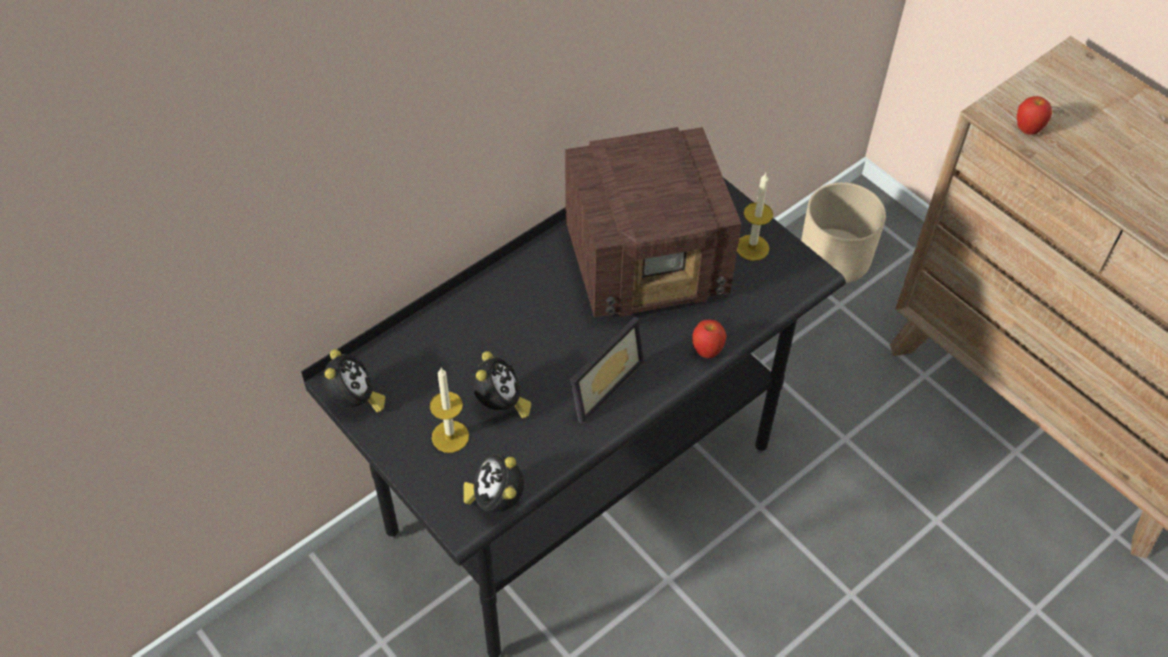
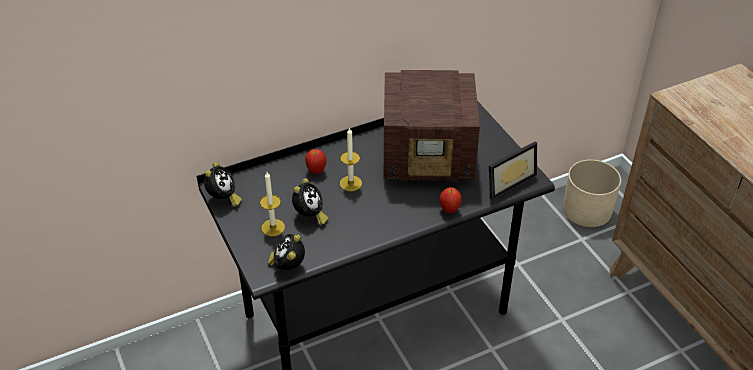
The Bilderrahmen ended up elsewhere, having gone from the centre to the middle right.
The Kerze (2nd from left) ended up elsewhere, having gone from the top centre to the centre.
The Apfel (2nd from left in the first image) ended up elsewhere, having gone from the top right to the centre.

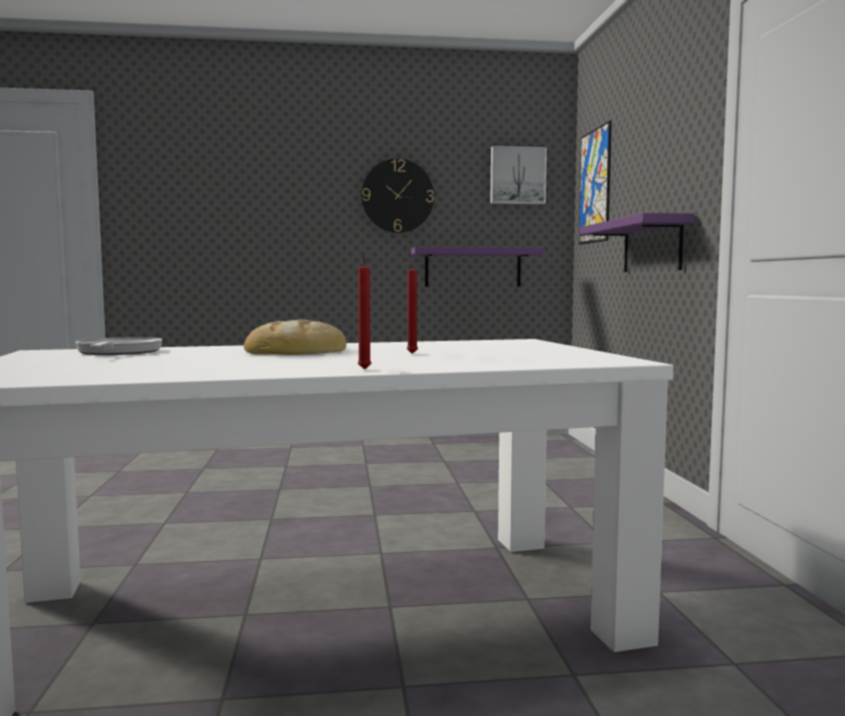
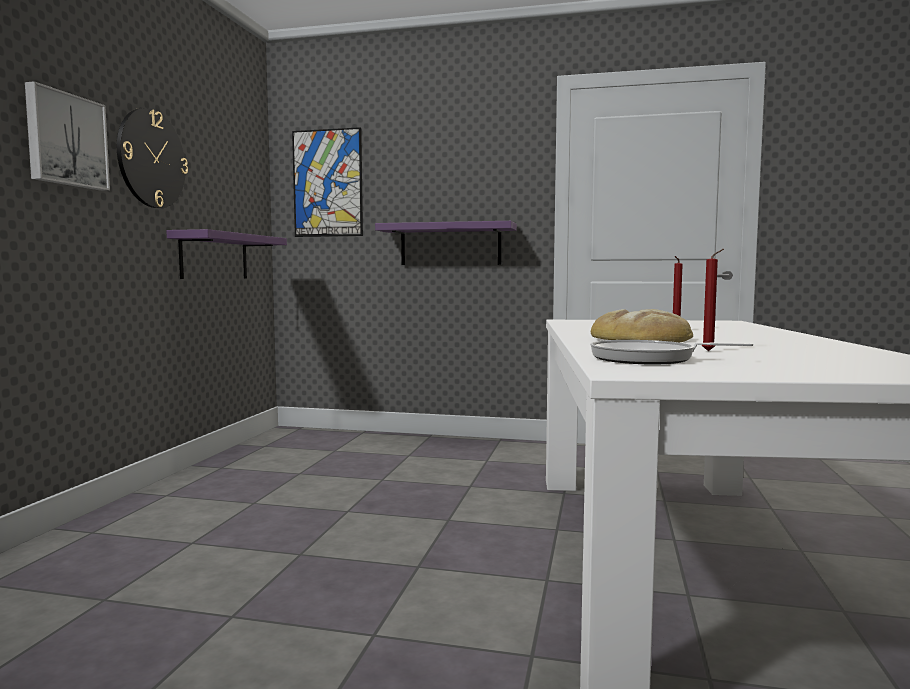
The Kerze [rot] (1st from left in the first image) ended up elsewhere, having gone from the centre to the middle right.
The Bild (1st from left) ended up elsewhere, having gone from the top centre to the top left.

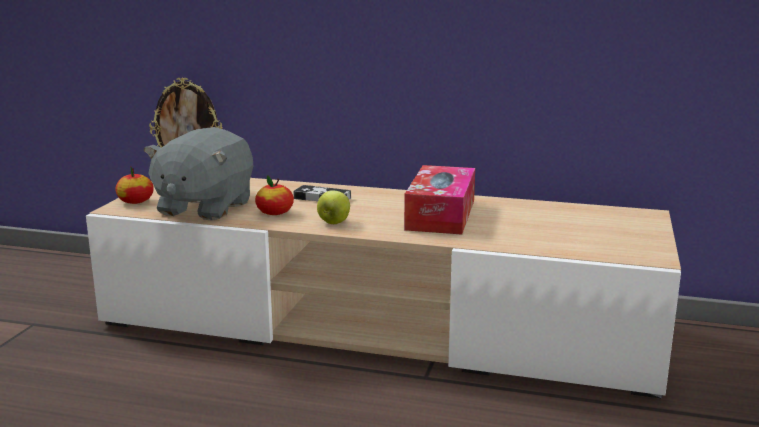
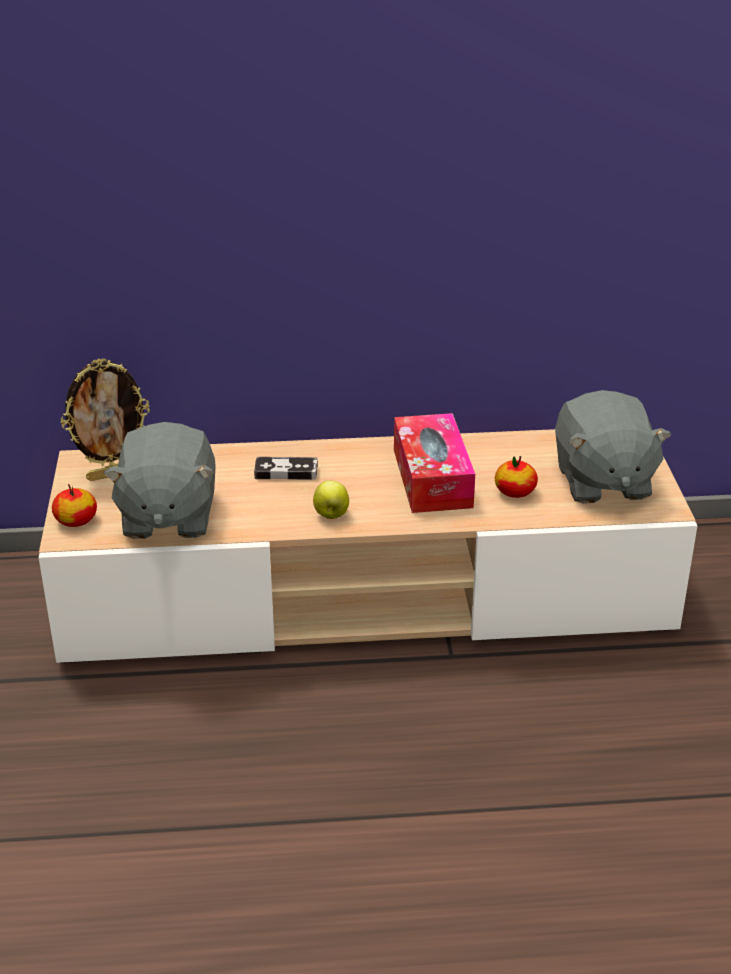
The second view gained the Plüschtier [grau] (2nd from left) at the middle right.
The Apfel (2nd from left in the first image) ended up elsewhere, having gone from the centre to the middle right.

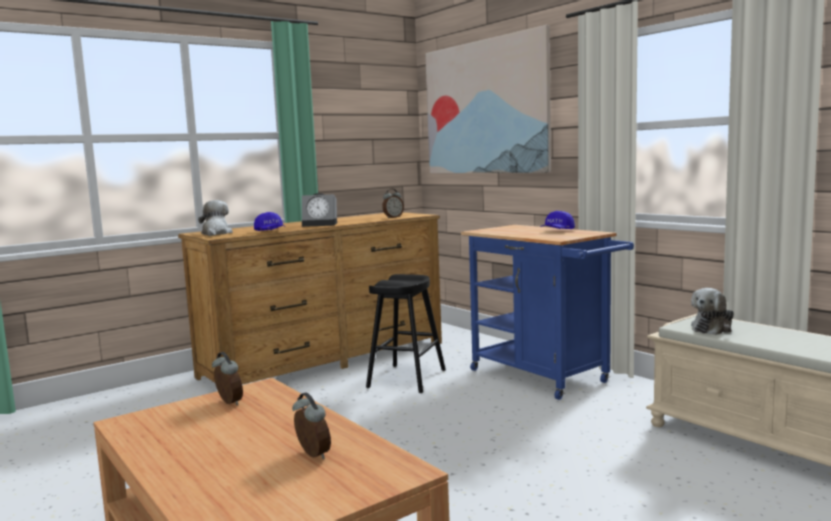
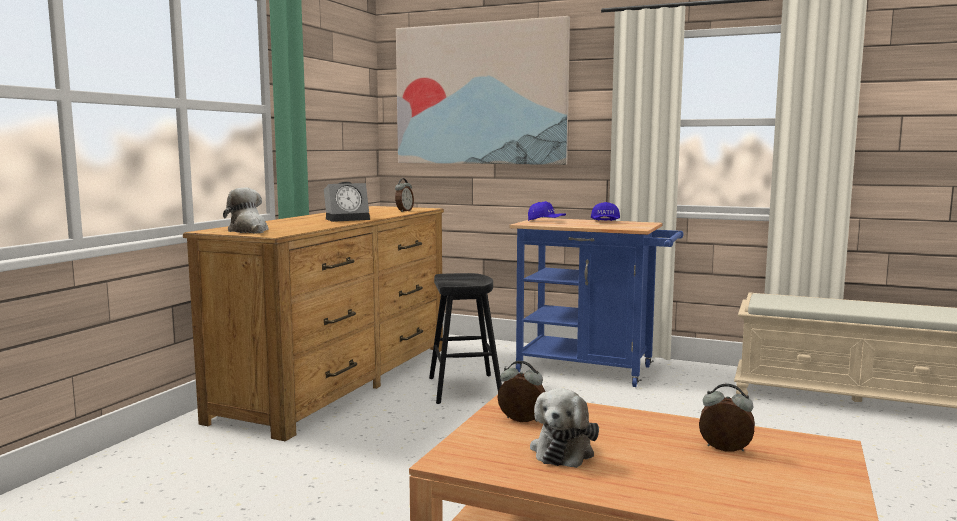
The Kappe [blau] (1st from left) ended up elsewhere, having gone from the middle left to the centre.
The Plüschtier (2nd from left) ended up elsewhere, having gone from the middle right to the bottom centre.

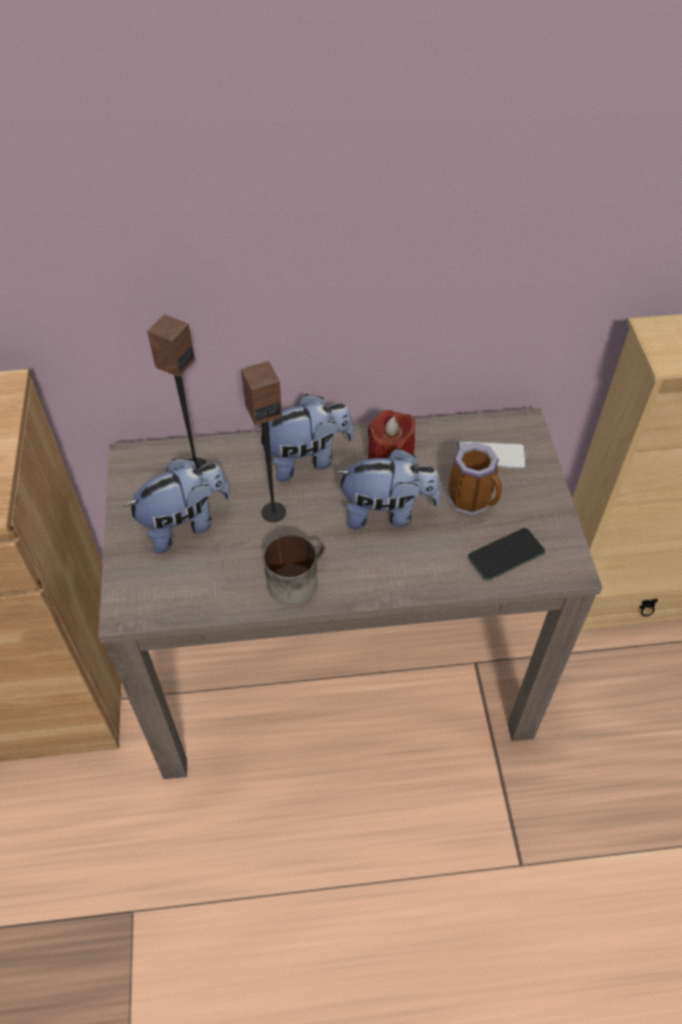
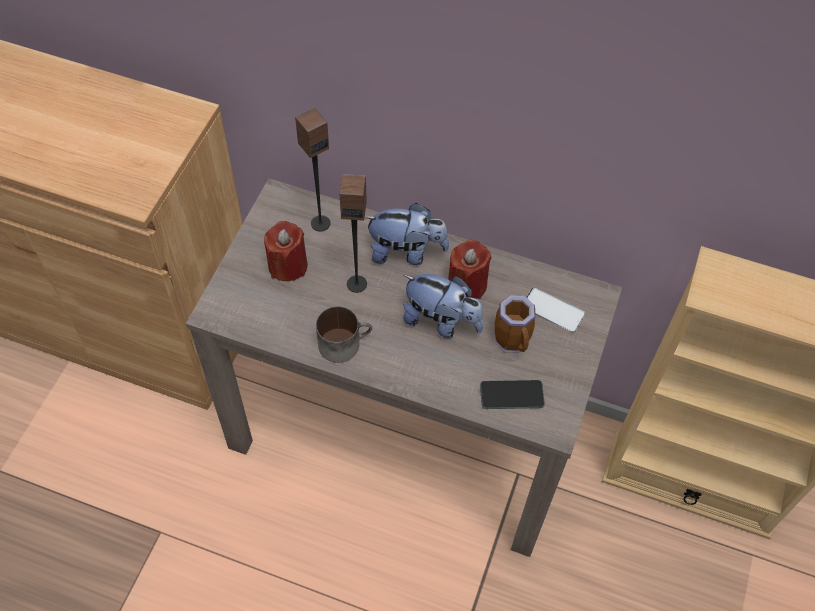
Where the Plüschtier (1st from left) stood at the middle left, the Kerze [rot] (1st from left) came to stand at the centre.

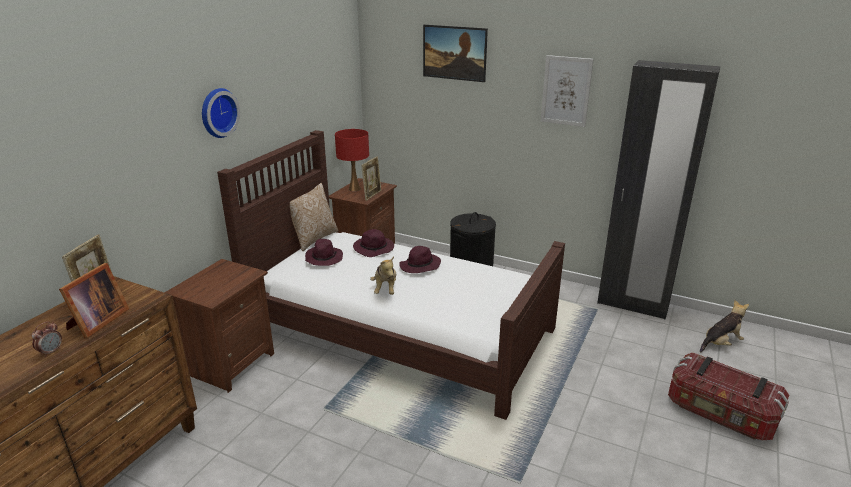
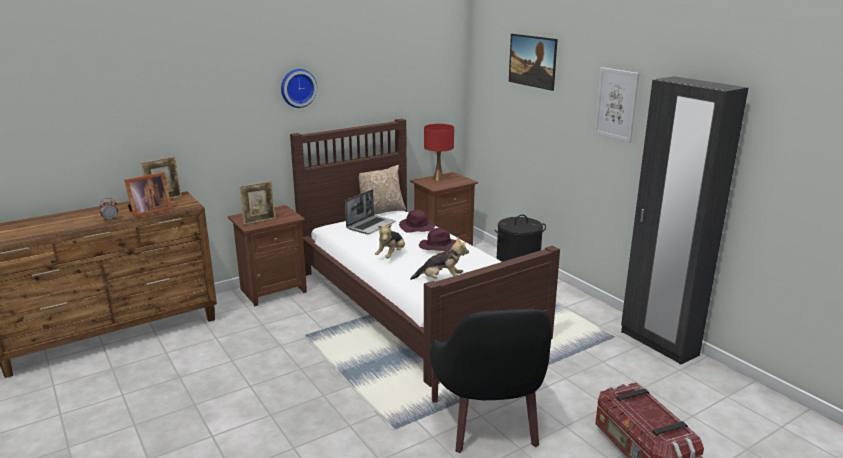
The second view gained the Sessel [schwarz] at the bottom centre.
The Bilderrahmen (3rd from left) ended up elsewhere, having gone from the centre to the middle left.
The Plüschtier (2nd from left) ended up elsewhere, having gone from the bottom right to the centre.
Where the Hut [lila] (1st from left) stood at the centre, the Laptop came to stand at the centre.

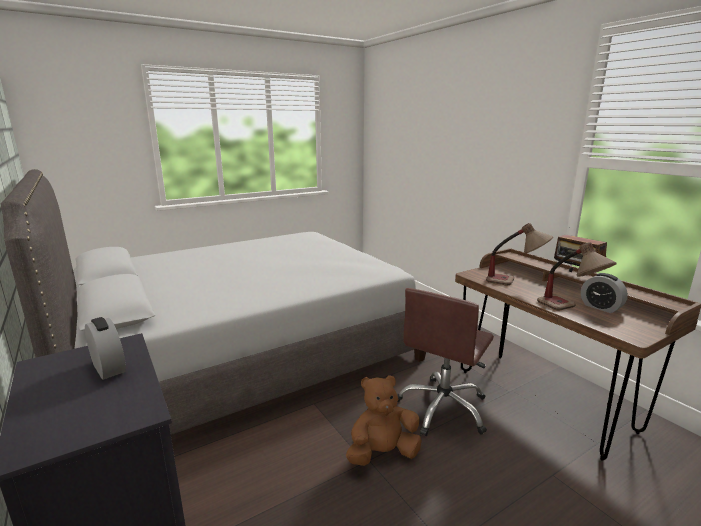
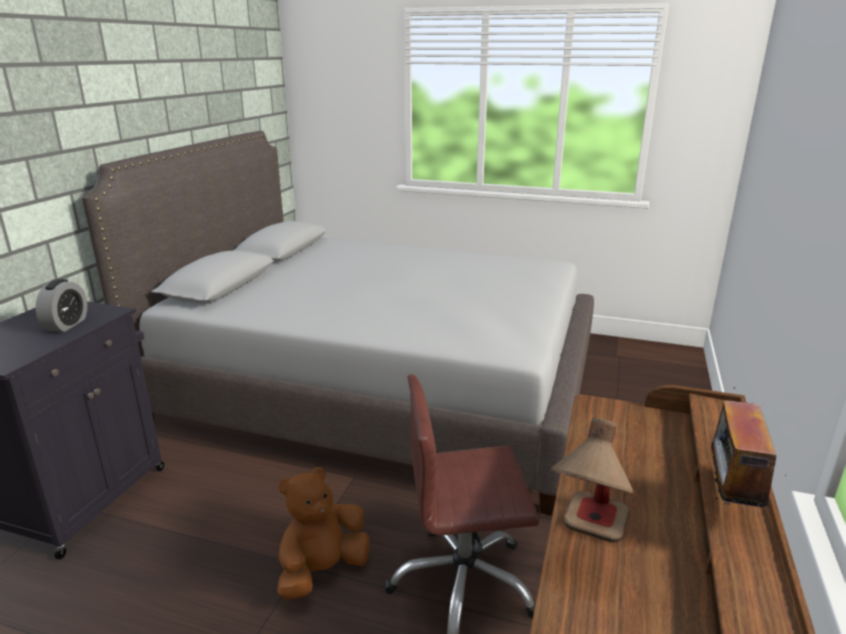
The second view lost the Tischlampe (1st from left) at the middle right.
The second view lost the Wecker (2nd from left) at the middle right.
The Plüschtier [braun] at the bottom centre ended up facing another way, 75 degrees counterclockwise from before.

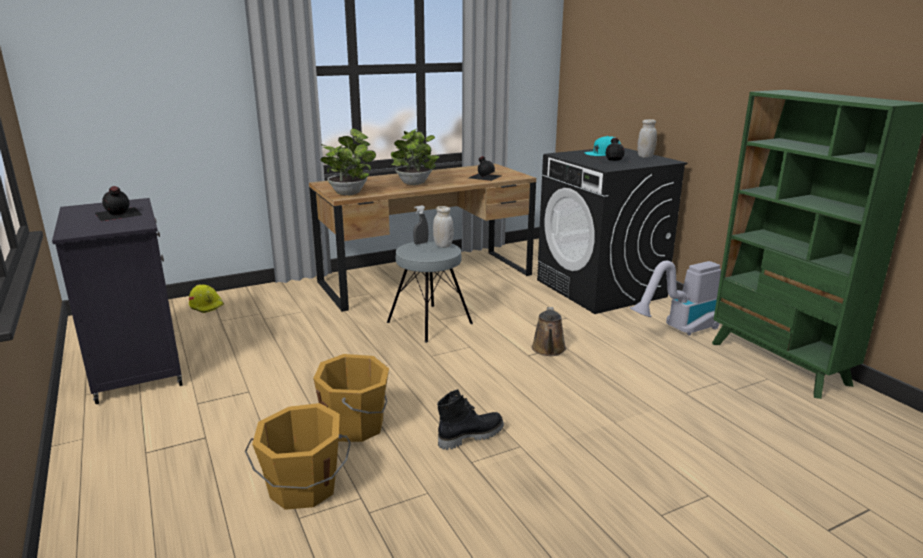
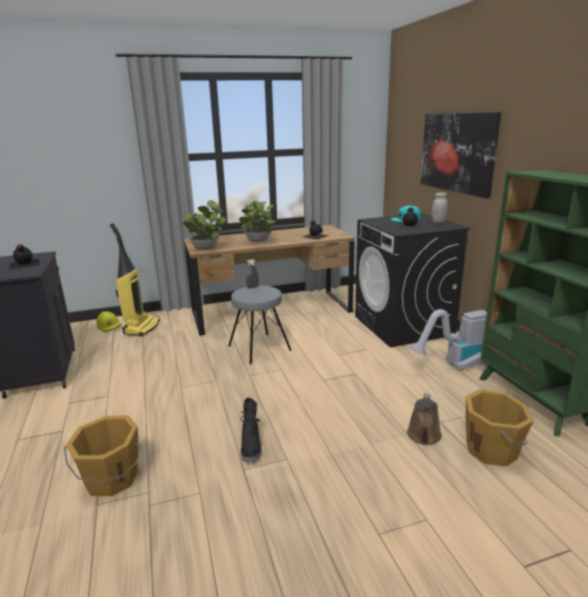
The second view lost the Vorratsglas [weiß] (1st from left) at the centre.
The second view gained the Staubsauger (1st from left) at the middle left.
The second view gained the Bild at the top right.
The Eimer [orange] (2nd from left) ended up elsewhere, having gone from the bottom centre to the bottom right.
The Gießkanne [braun] ended up elsewhere, having gone from the centre to the bottom right.
The Stiefel [schwarz] at the bottom centre ended up facing another way, 105 degrees clockwise from before.

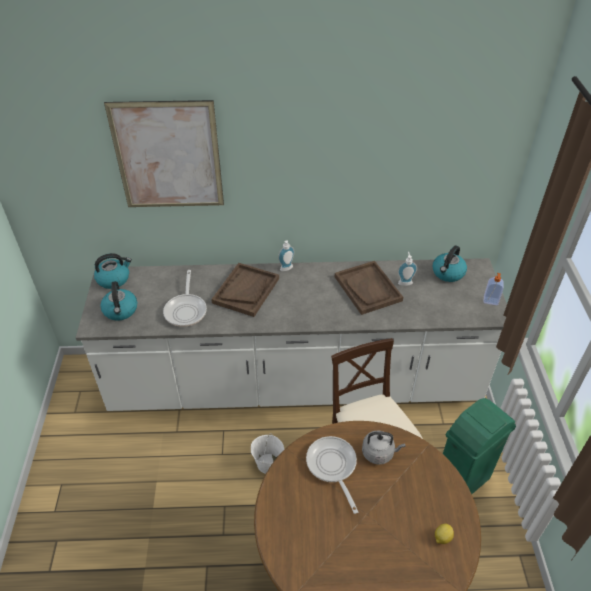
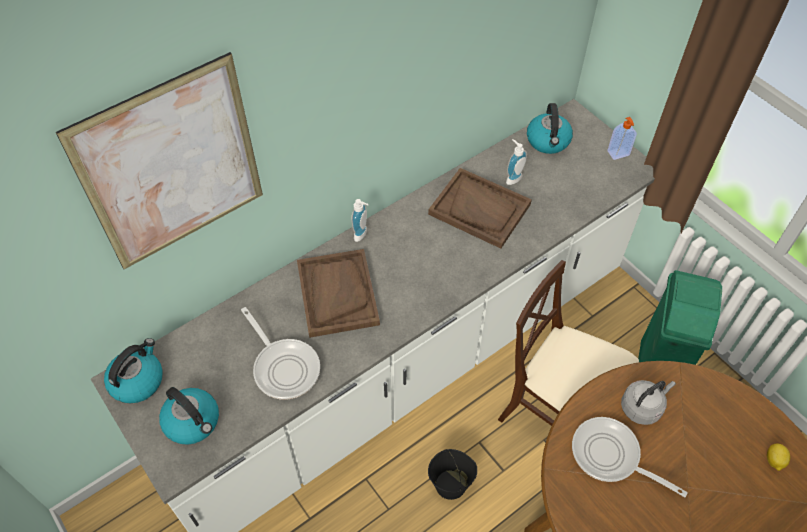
What was the Eimer [weiß] at the bottom centre turned into the Eimer [schwarz] at the bottom centre.

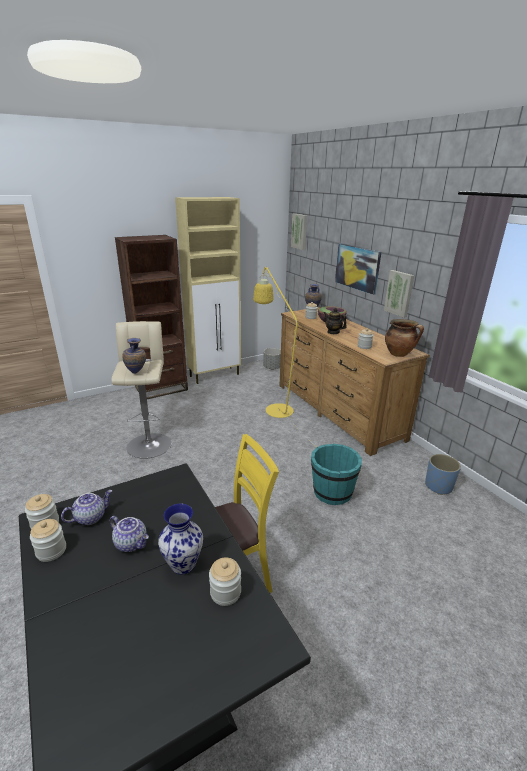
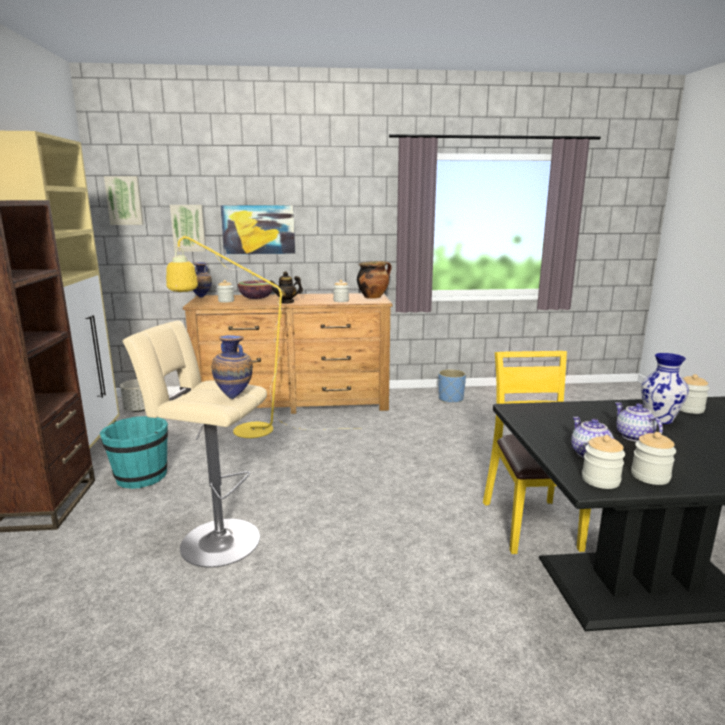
The Eimer [türkis] ended up elsewhere, having gone from the centre to the middle left.
The Bild (3rd from left in the first image) ended up elsewhere, having gone from the middle right to the top left.
The Teekanne (2nd from left in the first image) at the bottom left ended up facing another way, 75 degrees counterclockwise from before.

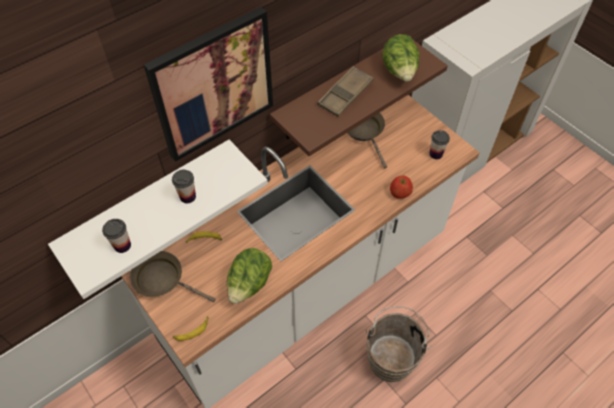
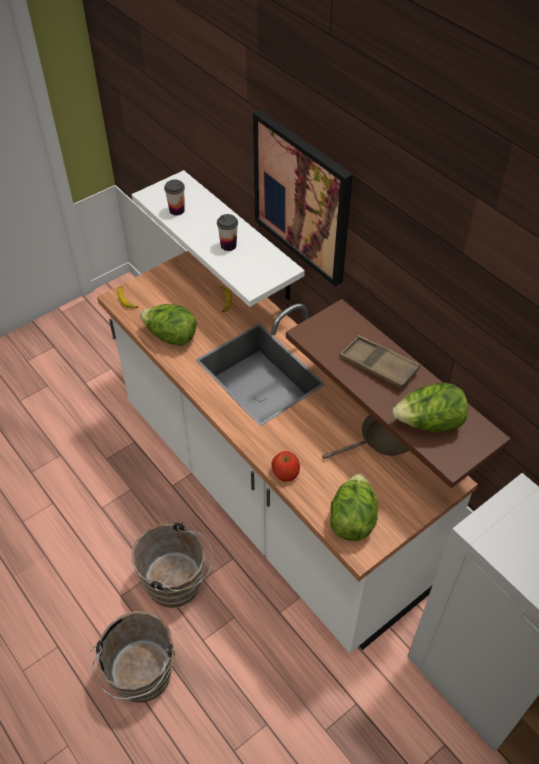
The second view lost the Pfanne [braun] (1st from left) at the bottom left.
The second view gained the Eimer [braun] (1st from left) at the bottom left.
Where the Tasse (3rd from left) stood at the middle right, the Salatkopf (2nd from left) came to stand at the centre.

